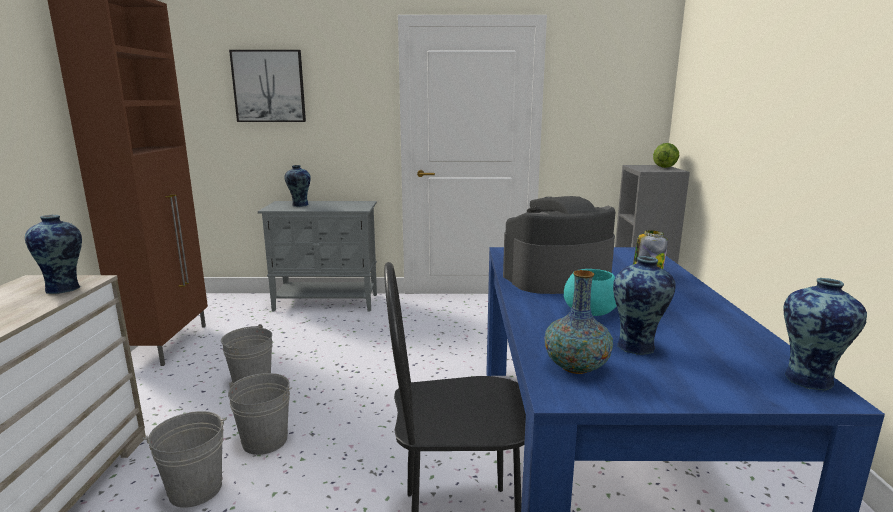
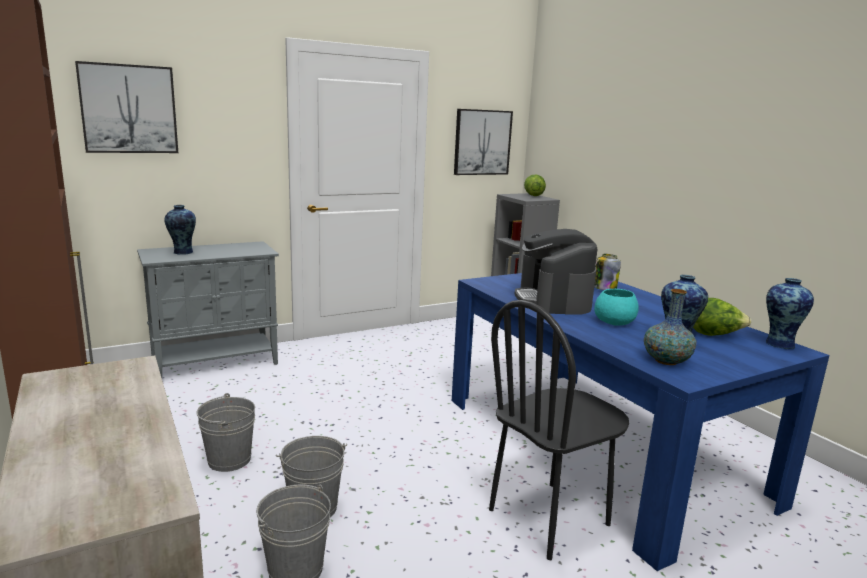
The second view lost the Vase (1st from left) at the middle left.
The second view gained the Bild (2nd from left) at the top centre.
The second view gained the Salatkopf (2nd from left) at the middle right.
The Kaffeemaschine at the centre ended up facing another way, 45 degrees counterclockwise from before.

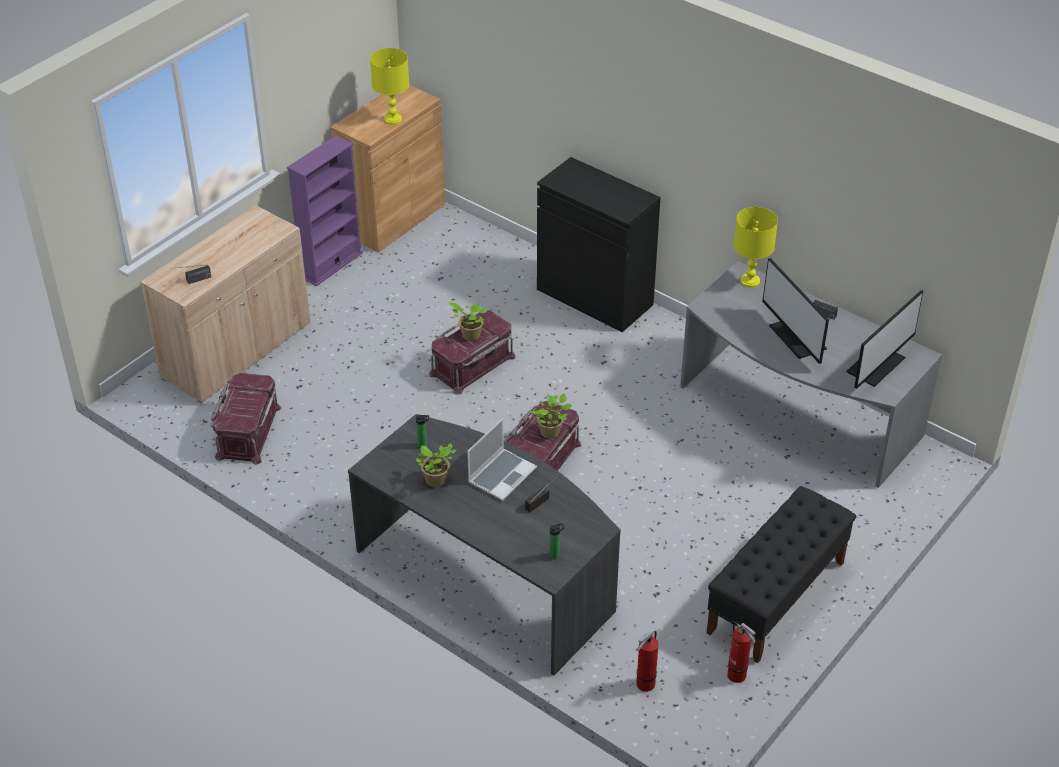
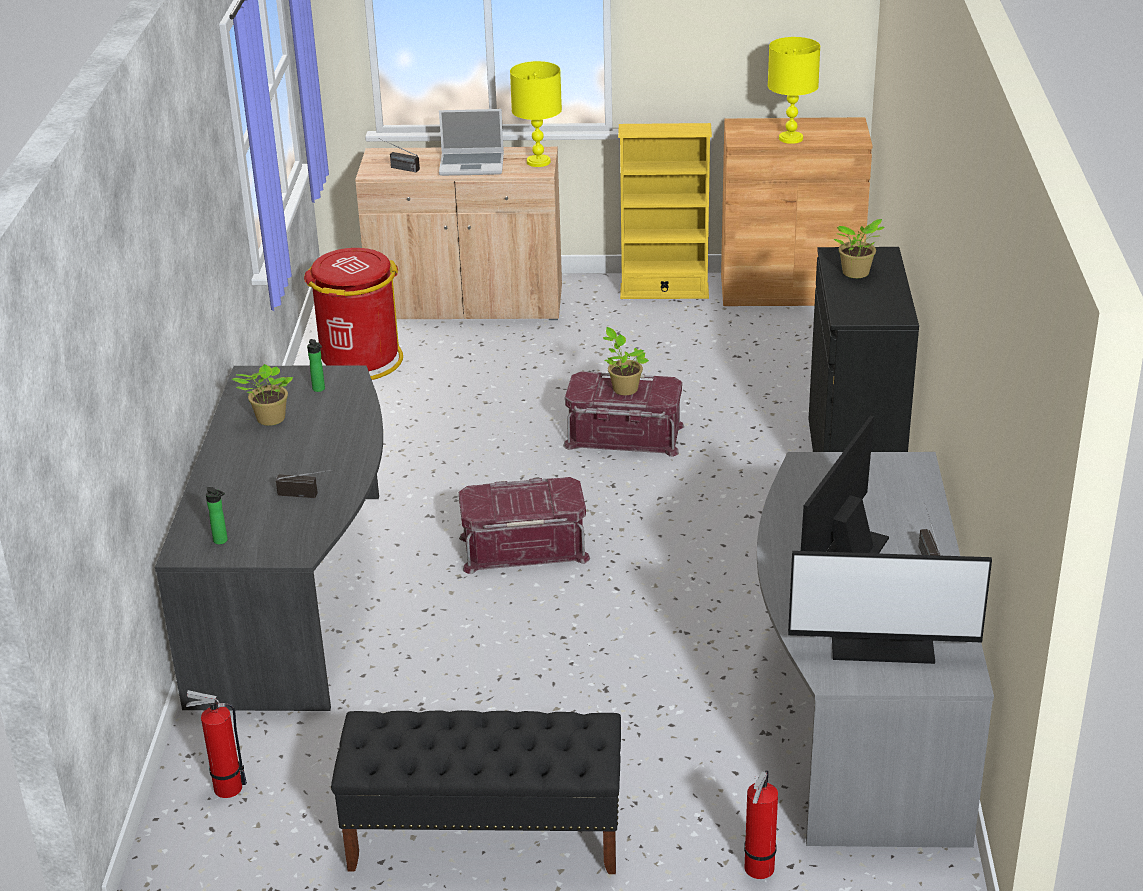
The Laptop ended up elsewhere, having gone from the centre to the top centre.
The Topfpflanze (3rd from left) ended up elsewhere, having gone from the centre to the top right.
The Feuerlöscher (2nd from left) ended up elsewhere, having gone from the bottom right to the bottom centre.
The Tischlampe [gelb] (2nd from left in the first image) ended up elsewhere, having gone from the top right to the top centre.
Where the Aufbewahrungsbox [rot] (1st from left) stood at the middle left, the Mülleimer [rot] came to stand at the middle left.
What was the Bücherregal [lila] at the top left turned into the Bücherregal [gelb] at the top centre.

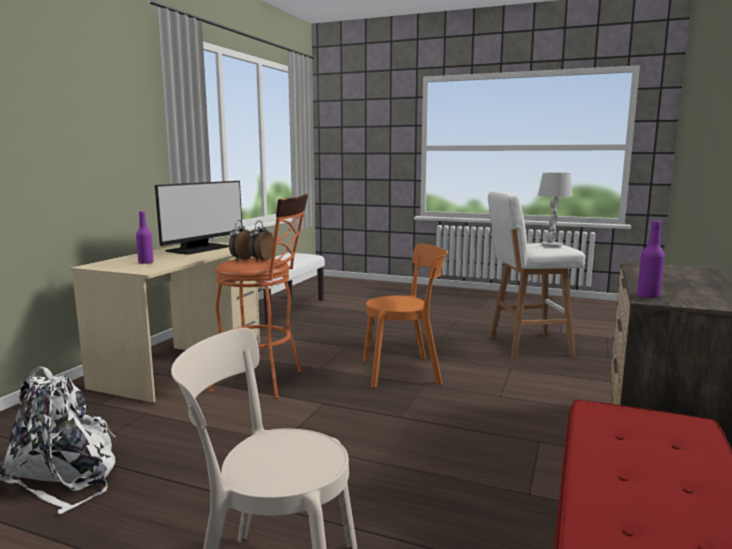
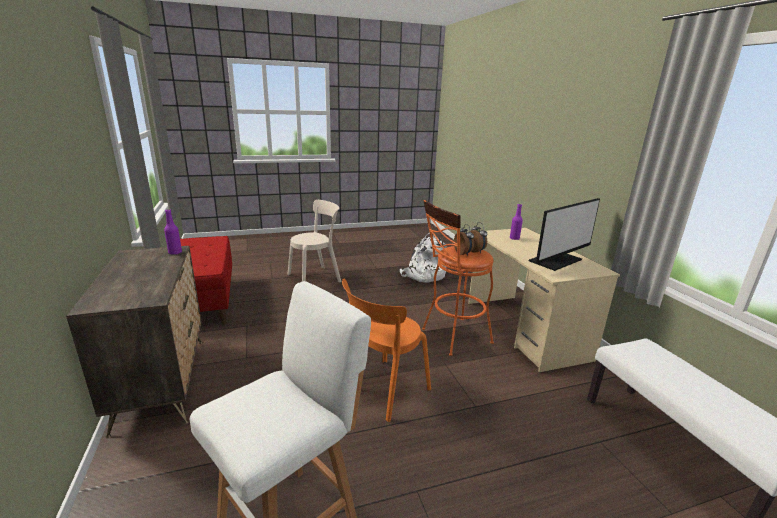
The second view lost the Tischlampe [weiß] at the middle right.
The Monitor at the middle left ended up facing another way, 120 degrees counterclockwise from before.

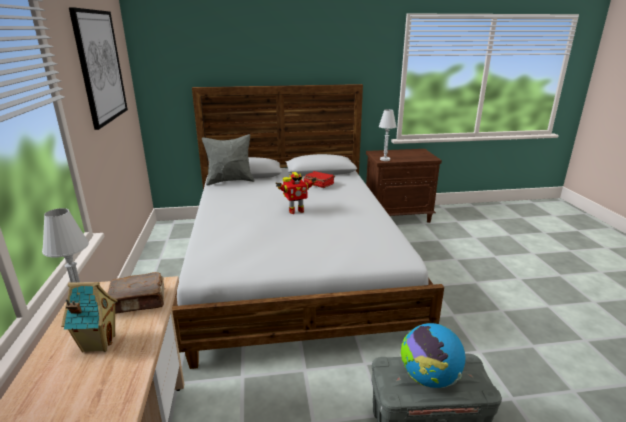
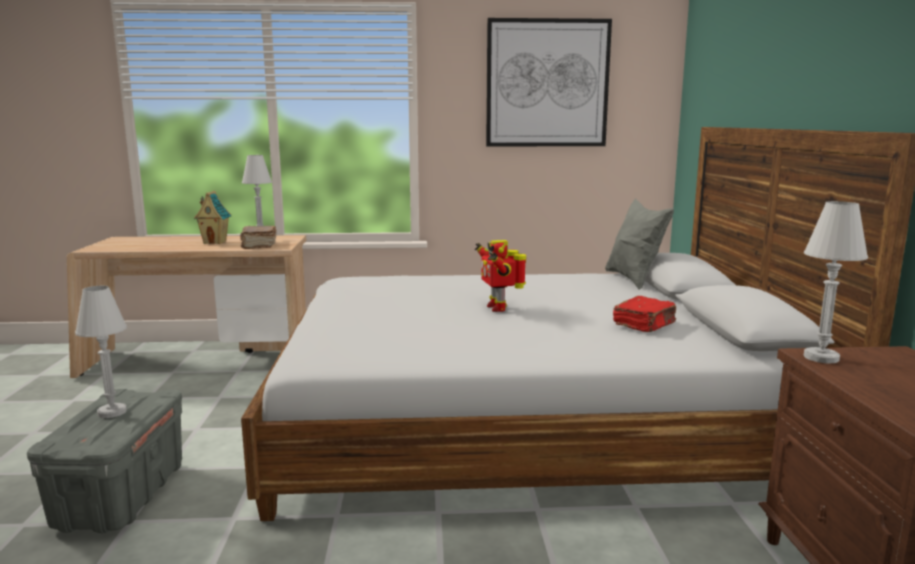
Where the Globus stood at the bottom right, the Tischlampe [weiß] (1st from left) came to stand at the middle left.

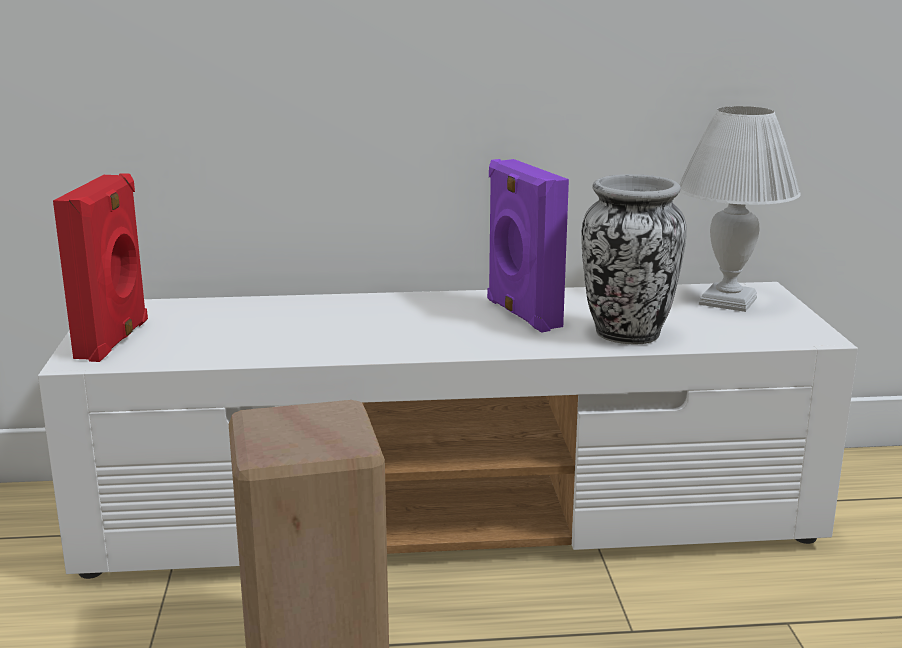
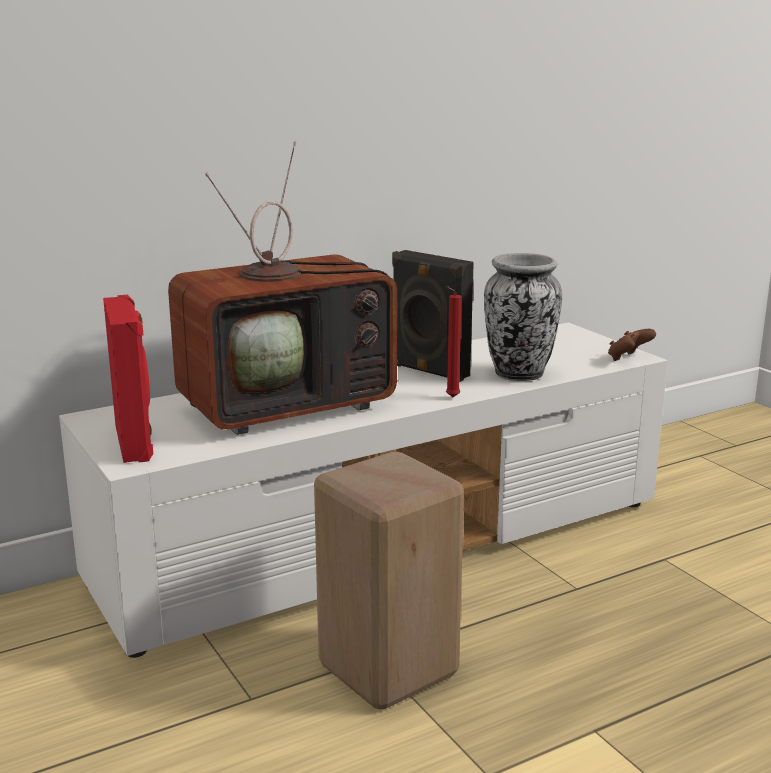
The second view lost the Tischlampe [weiß] at the top right.
The second view gained the Fernseher at the centre.
The second view gained the Kerze [rot] at the centre.
The second view gained the Gamepad [braun] at the middle right.
What was the Lautsprecher [lila] at the centre turned into the Lautsprecher [schwarz] at the centre.

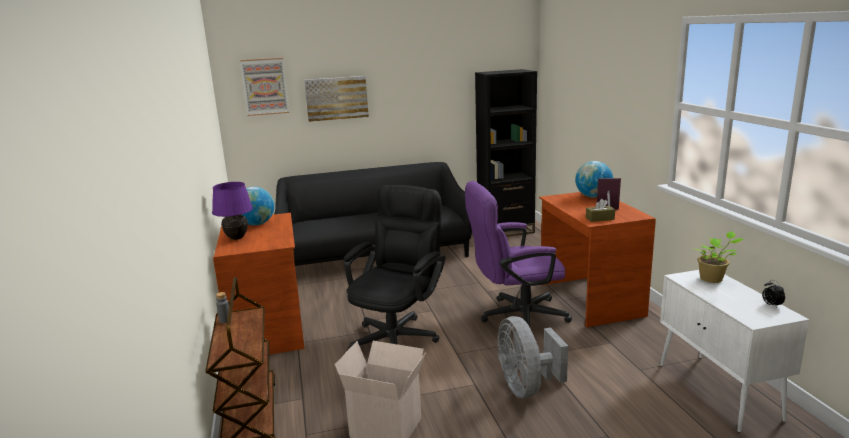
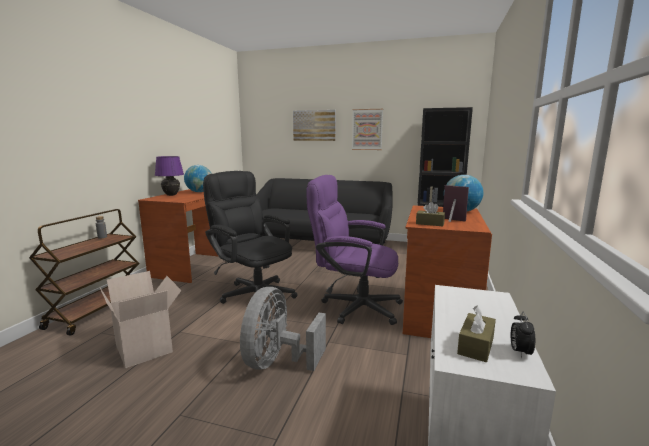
The second view lost the Topfpflanze at the middle right.
The second view gained the Taschentuchbox [braun] (2nd from left) at the bottom right.
The Bild (1st from left in the first image) ended up elsewhere, having gone from the top left to the top centre.
The Bürostuhl [schwarz] at the centre ended up facing another way, 105 degrees counterclockwise from before.

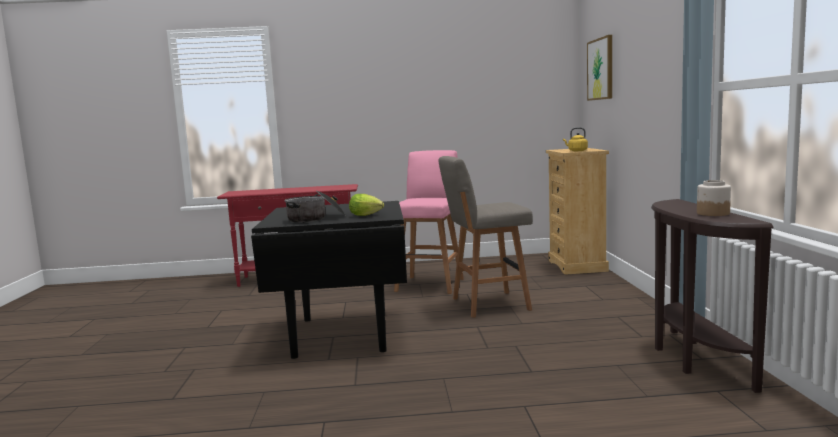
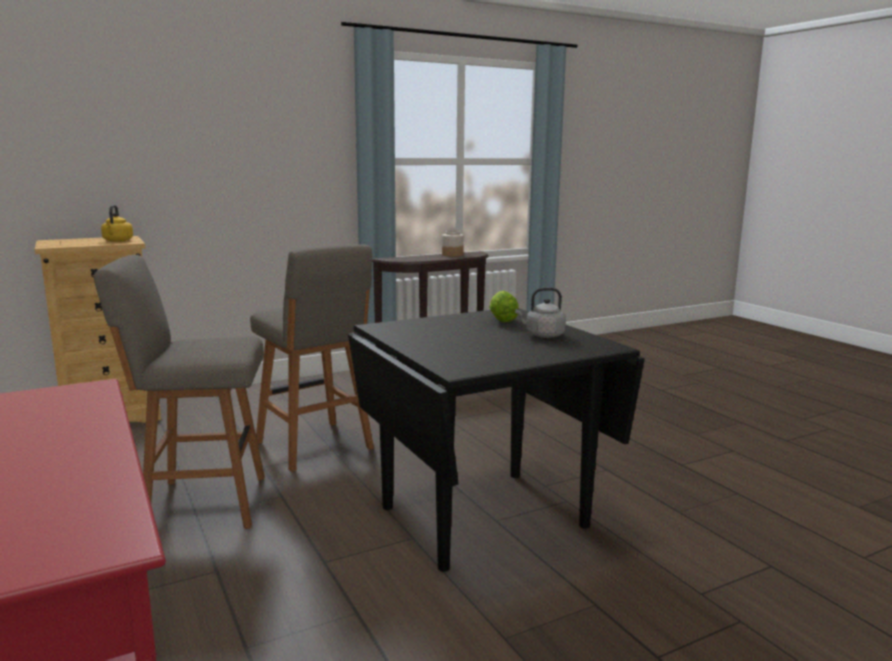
The second view lost the Bild at the top right.
Where the Kochtopf stood at the centre, the Wasserkessel [grau] came to stand at the centre.
What was the Hocker [rosa] at the centre turned into the Hocker [grau] (1st from left) at the middle left.

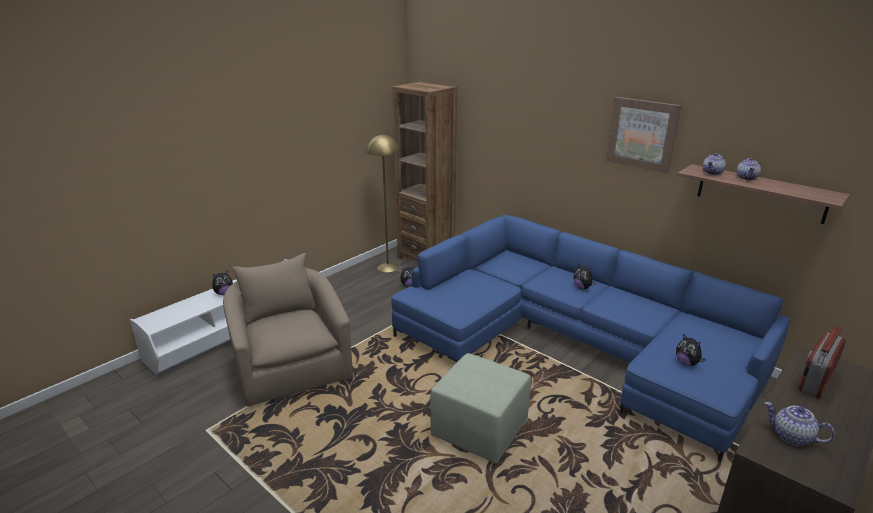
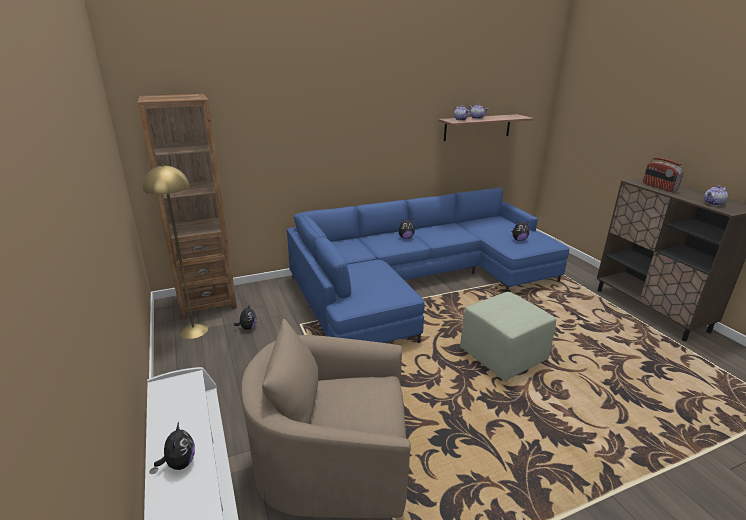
The second view lost the Bild at the top right.

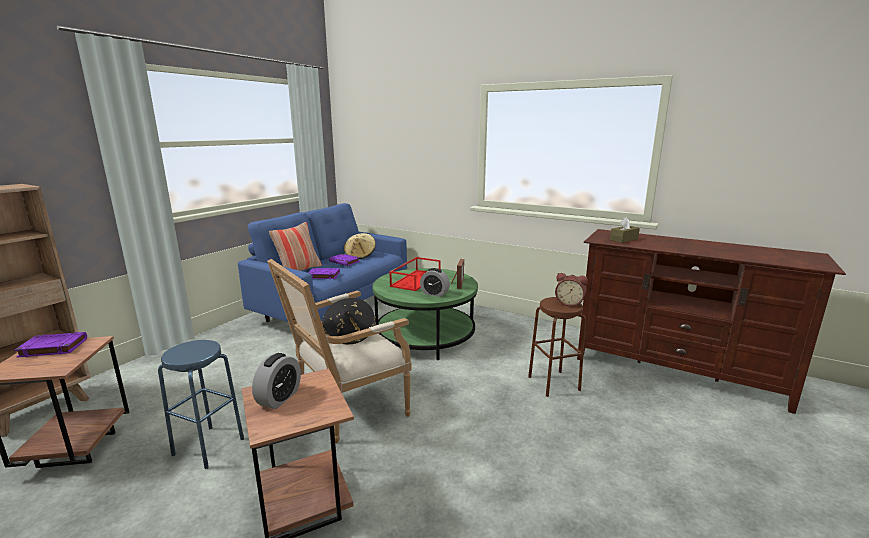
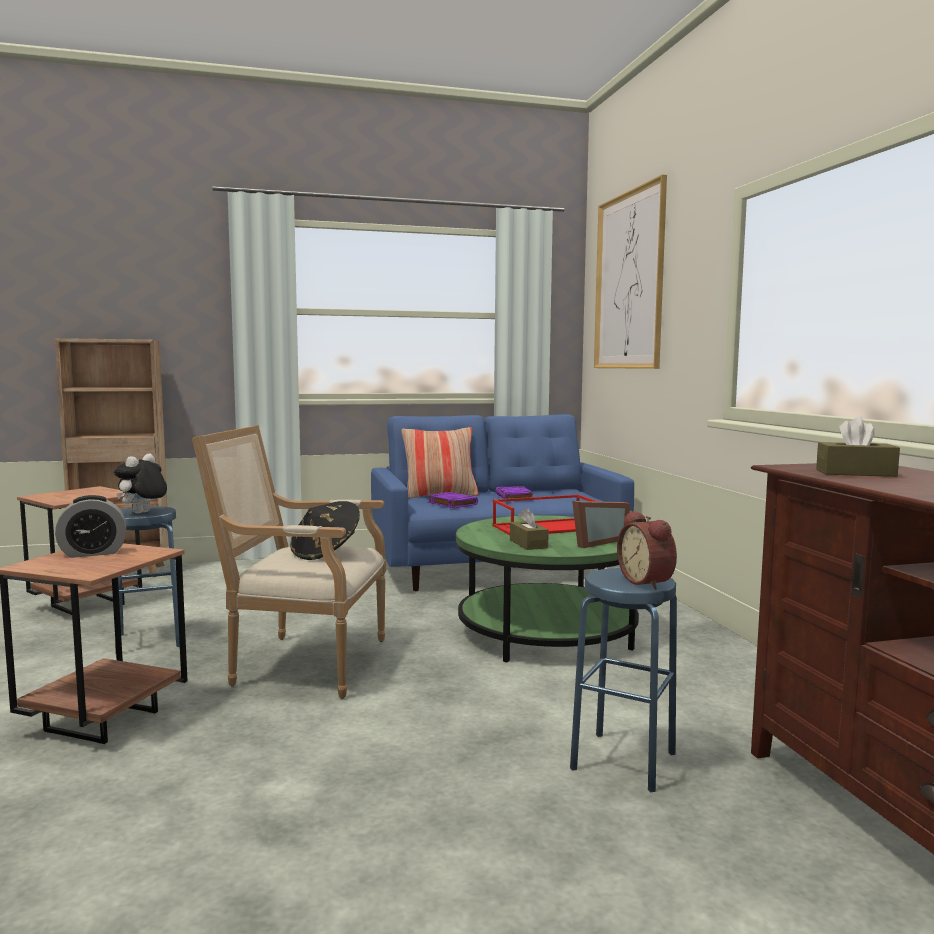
The second view lost the Buch [lila] (1st from left) at the middle left.
The second view lost the Hut [beige] at the centre.
The second view gained the Plüschtier at the middle left.
The second view gained the Bild at the top right.
Where the Wecker (2nd from left) stood at the centre, the Taschentuchbox [braun] (1st from left) came to stand at the centre.
What was the Hocker [braun] at the centre turned into the Hocker [blau] (2nd from left) at the bottom right.

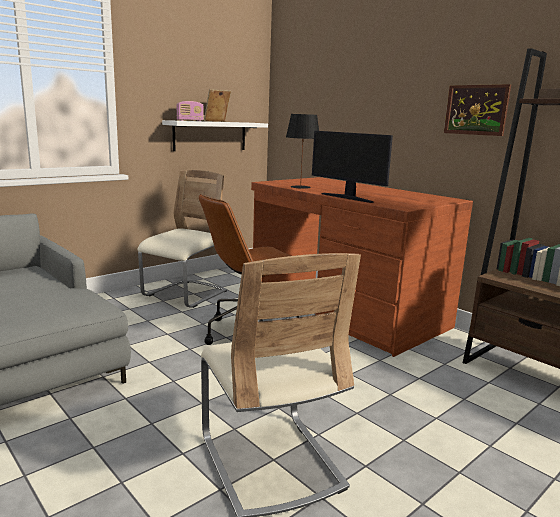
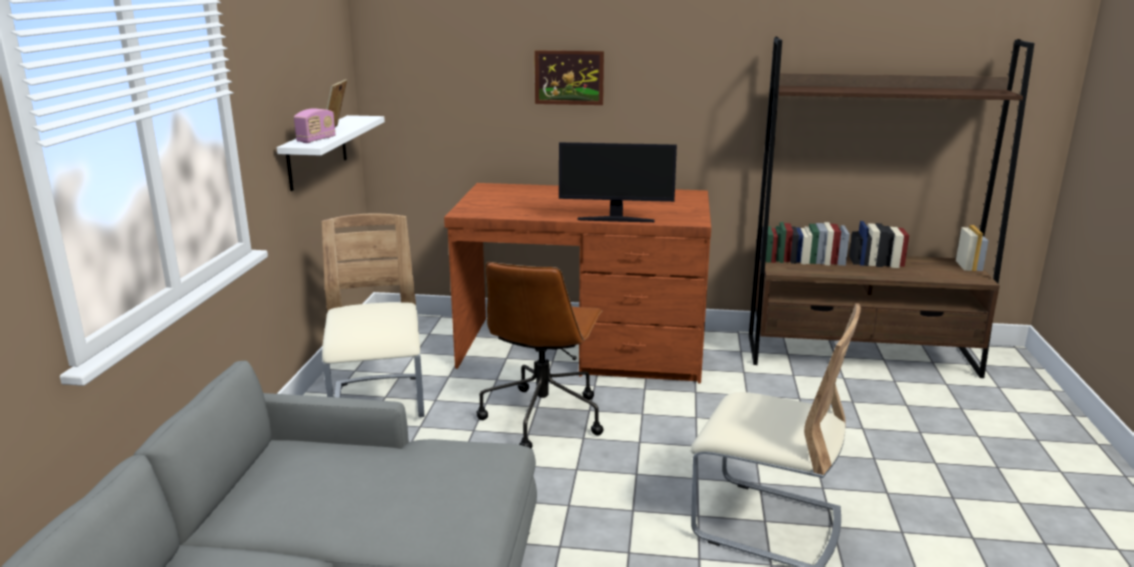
The second view lost the Tischlampe [schwarz] at the top centre.
The Bild ended up elsewhere, having gone from the top right to the top centre.

